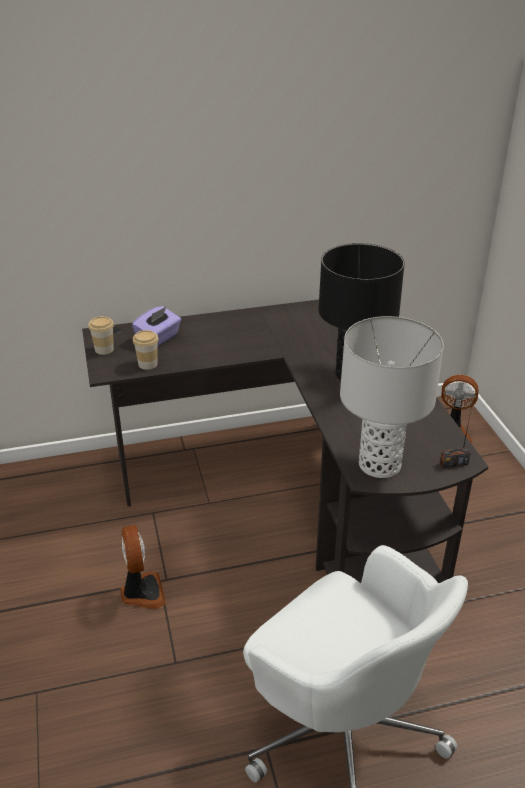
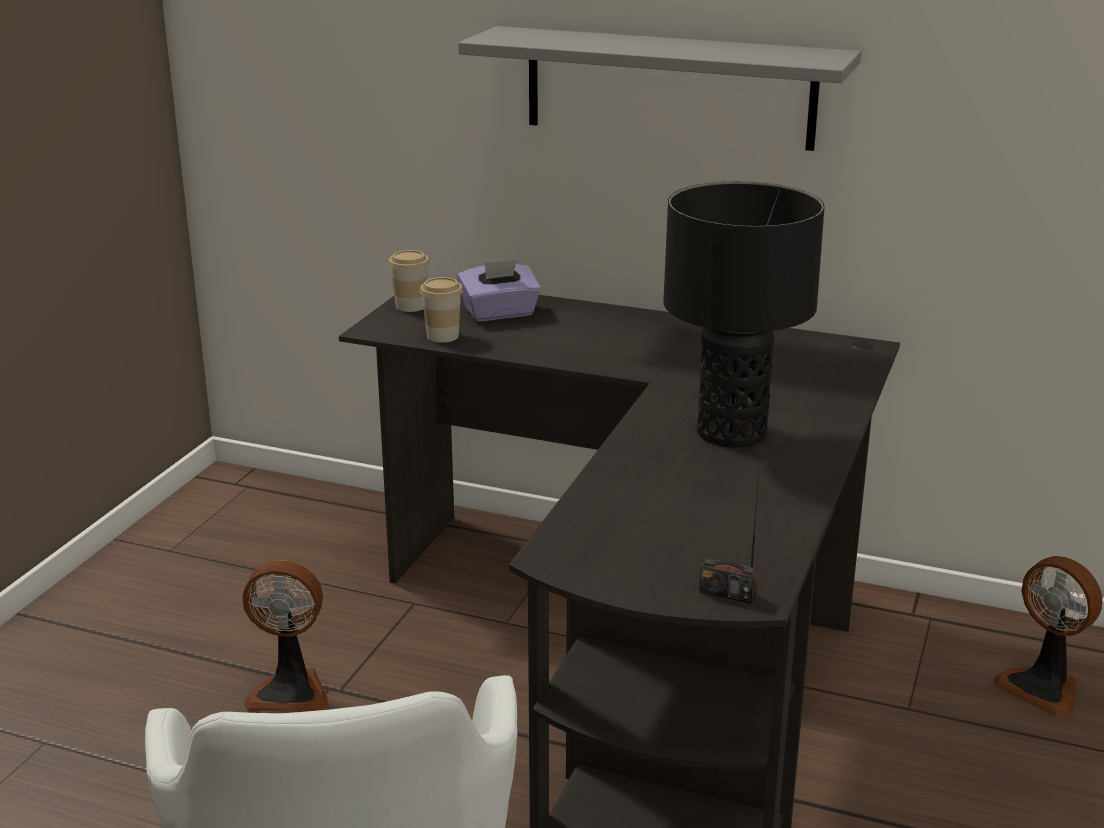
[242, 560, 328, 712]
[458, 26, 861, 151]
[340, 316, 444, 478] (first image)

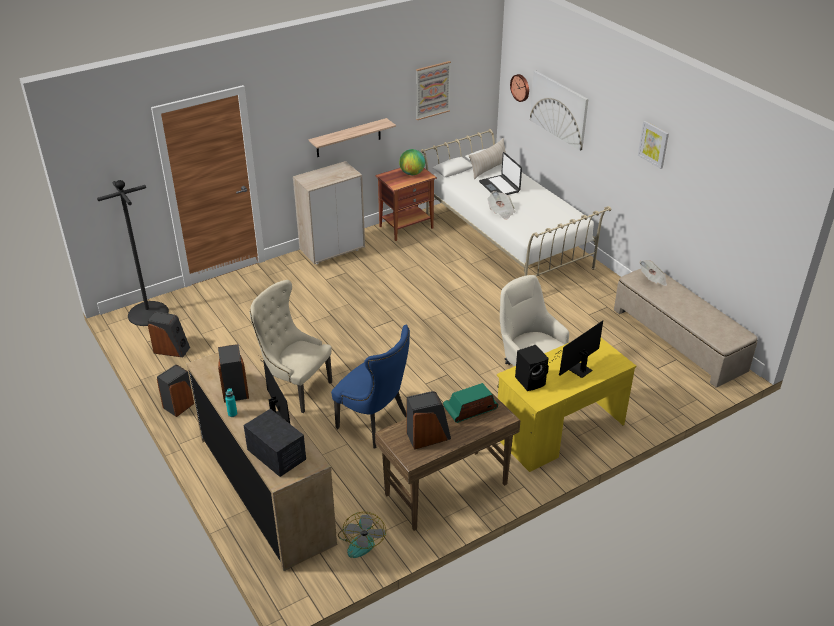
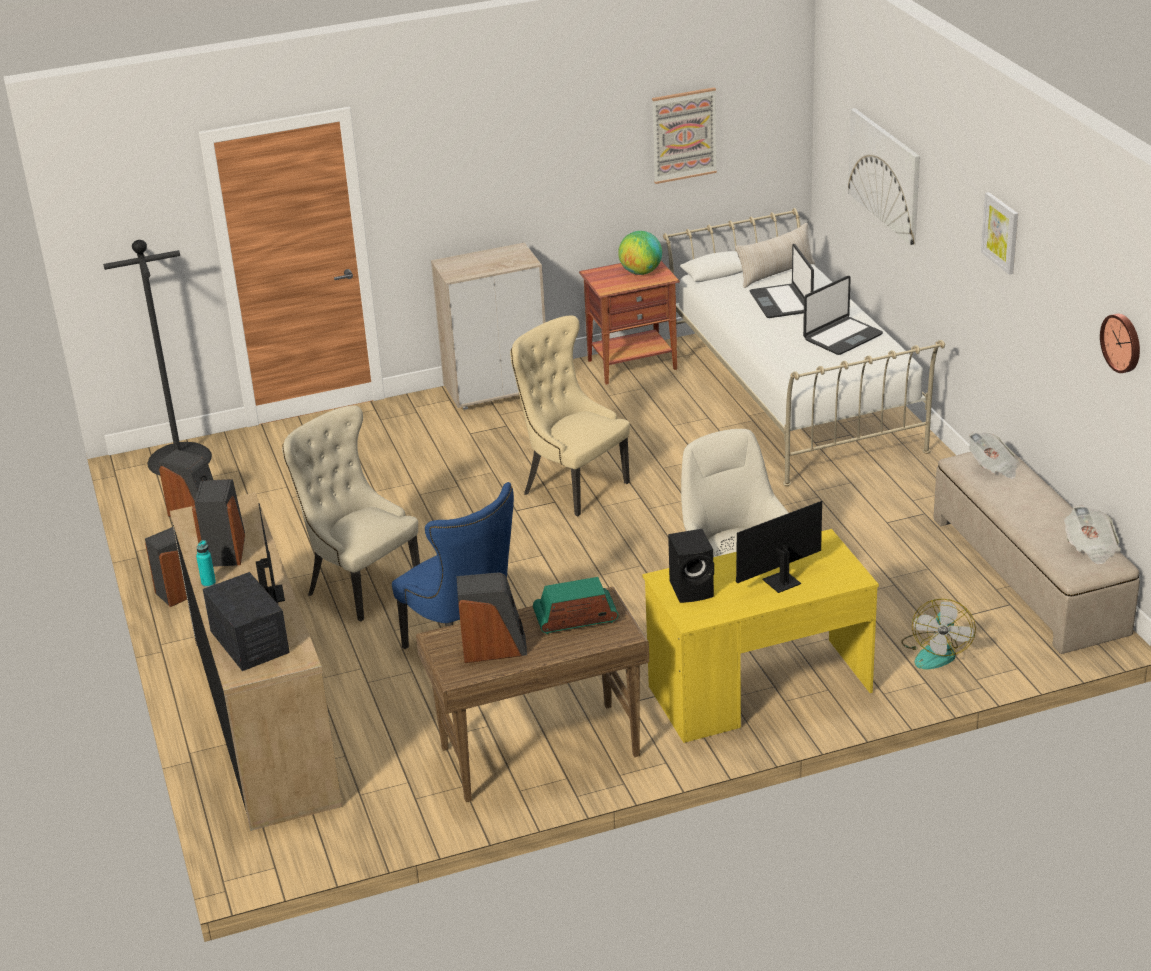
[510, 315, 630, 516]
[803, 276, 883, 355]
[901, 599, 976, 669]
[1064, 505, 1121, 565]
[1100, 314, 1140, 373]
[309, 118, 396, 157] (first image)

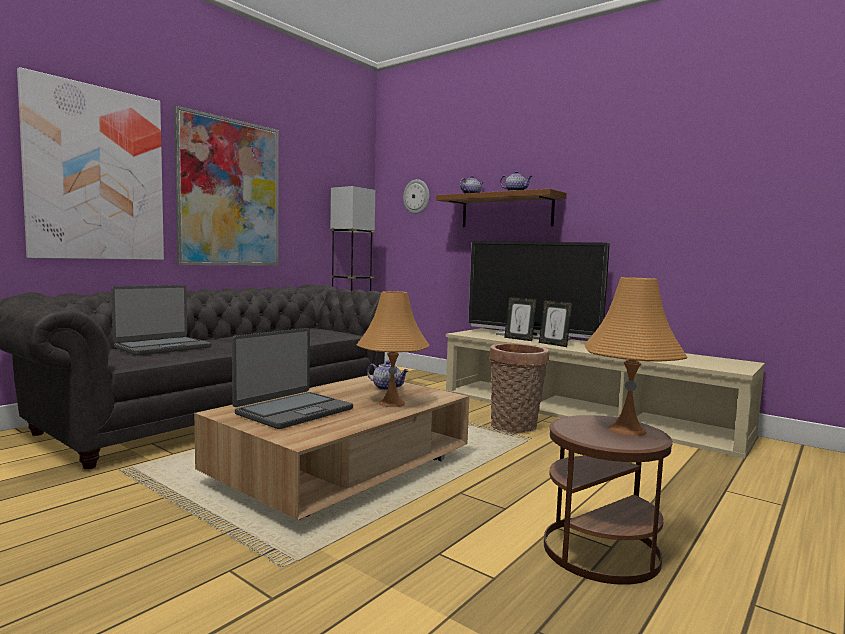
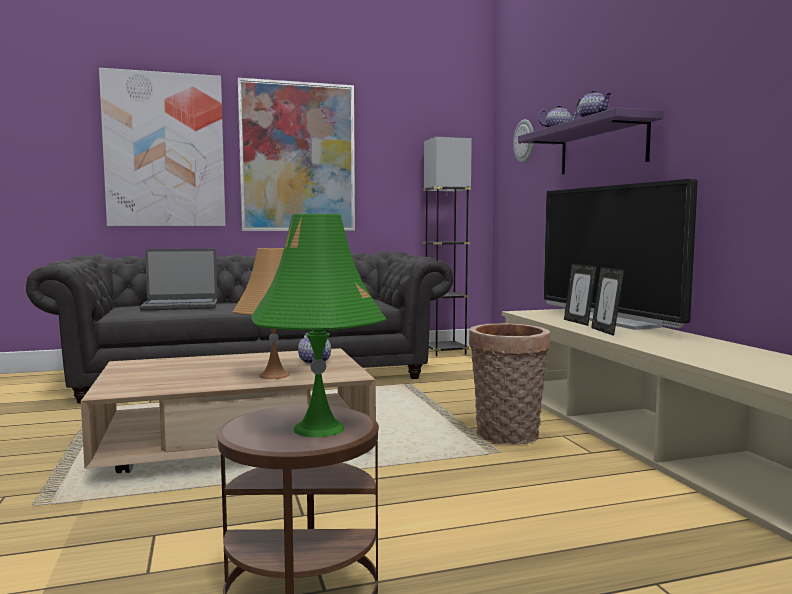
[251, 214, 386, 437]
[518, 107, 663, 174]
[232, 328, 353, 429] (first image)

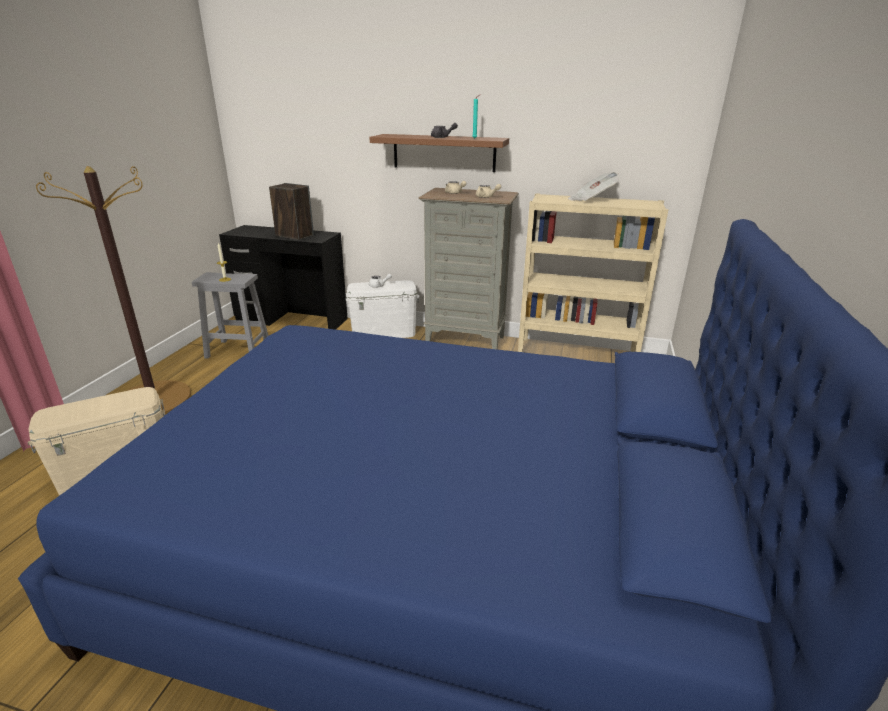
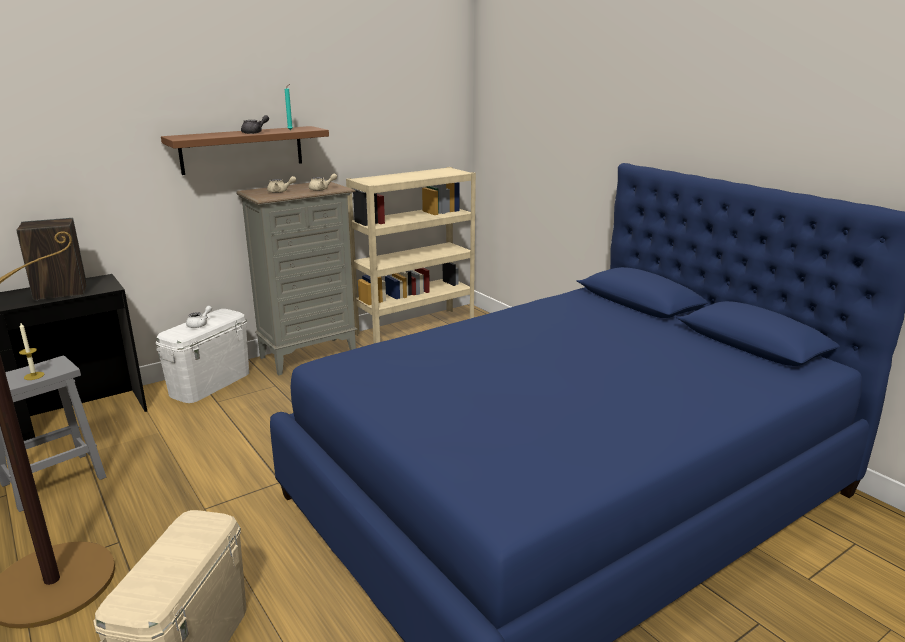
[568, 172, 619, 201] (first image)

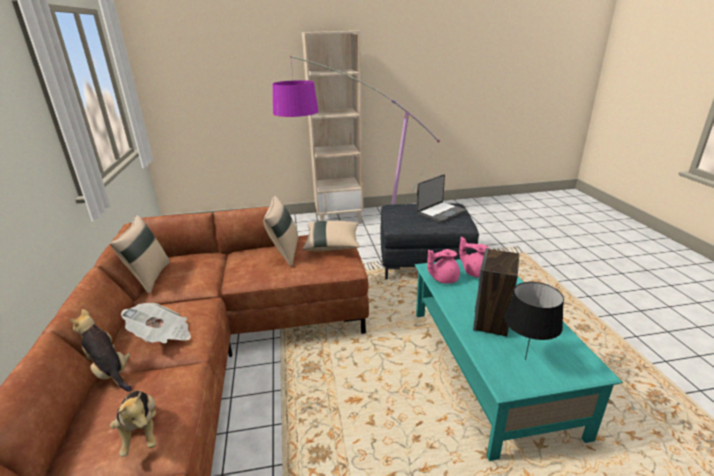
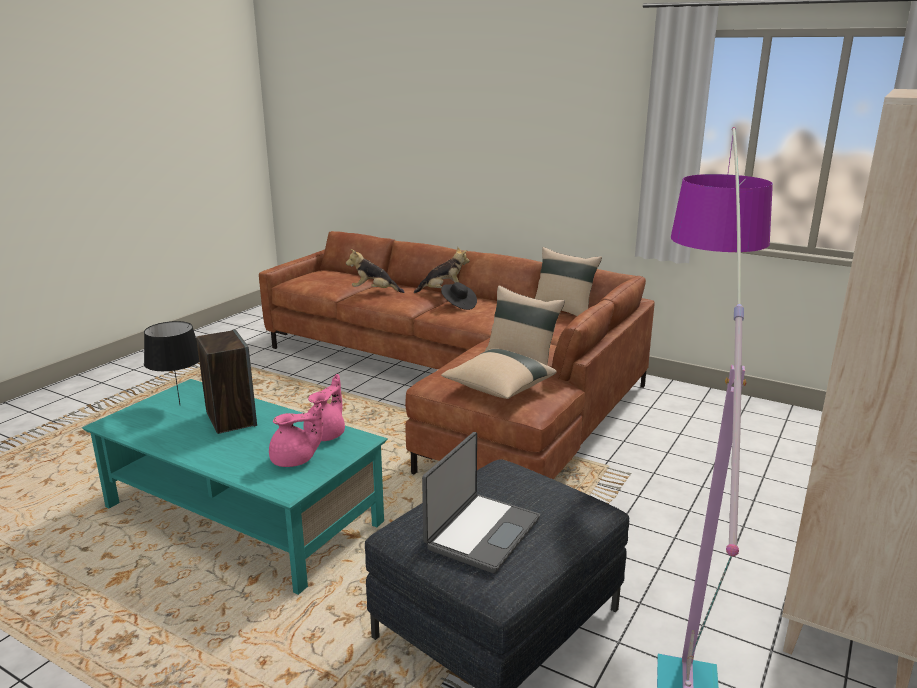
[422, 432, 540, 573]
[441, 282, 477, 310]

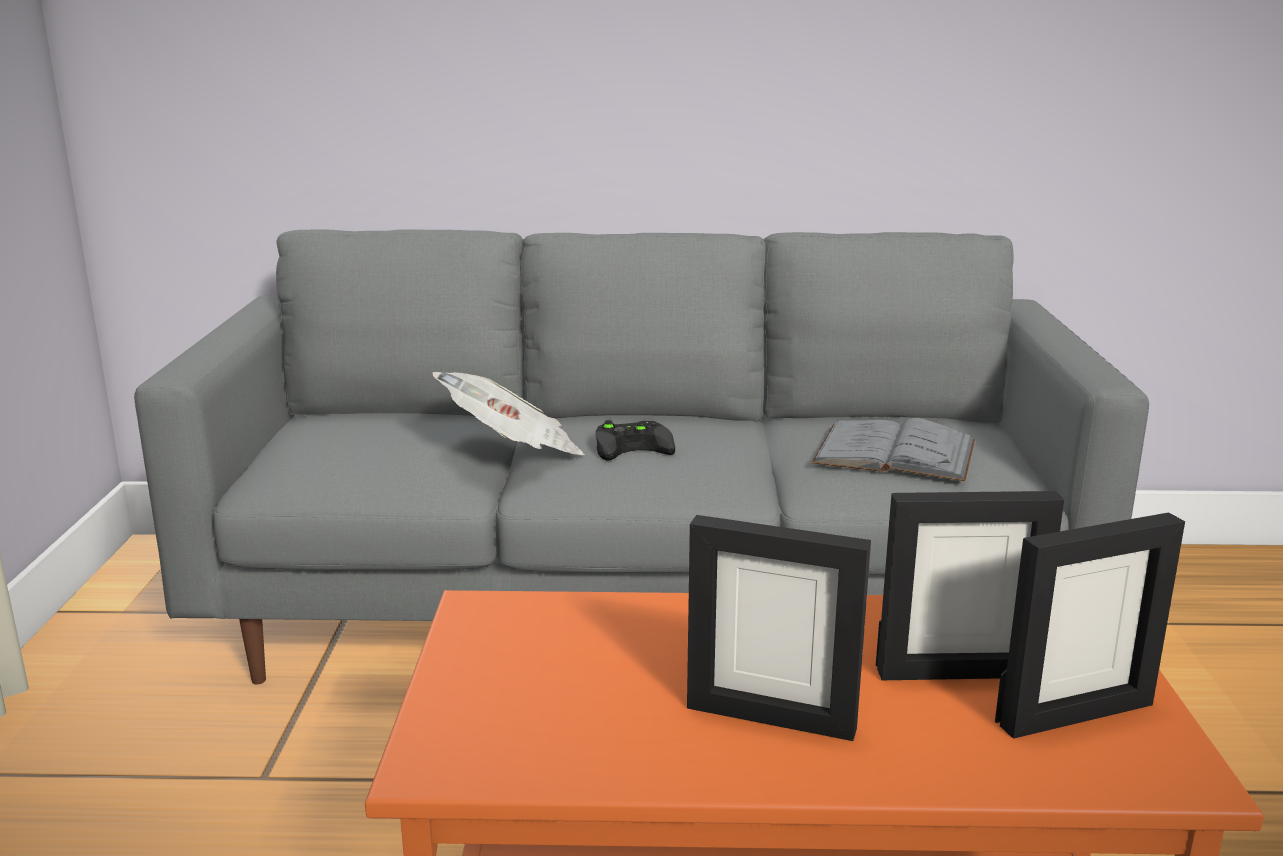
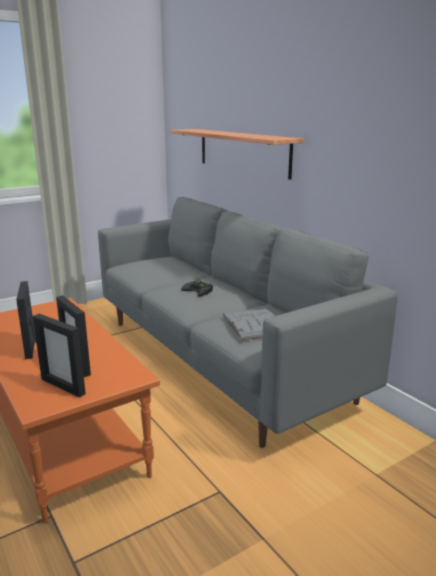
[170, 129, 304, 180]
[432, 372, 585, 455] (first image)

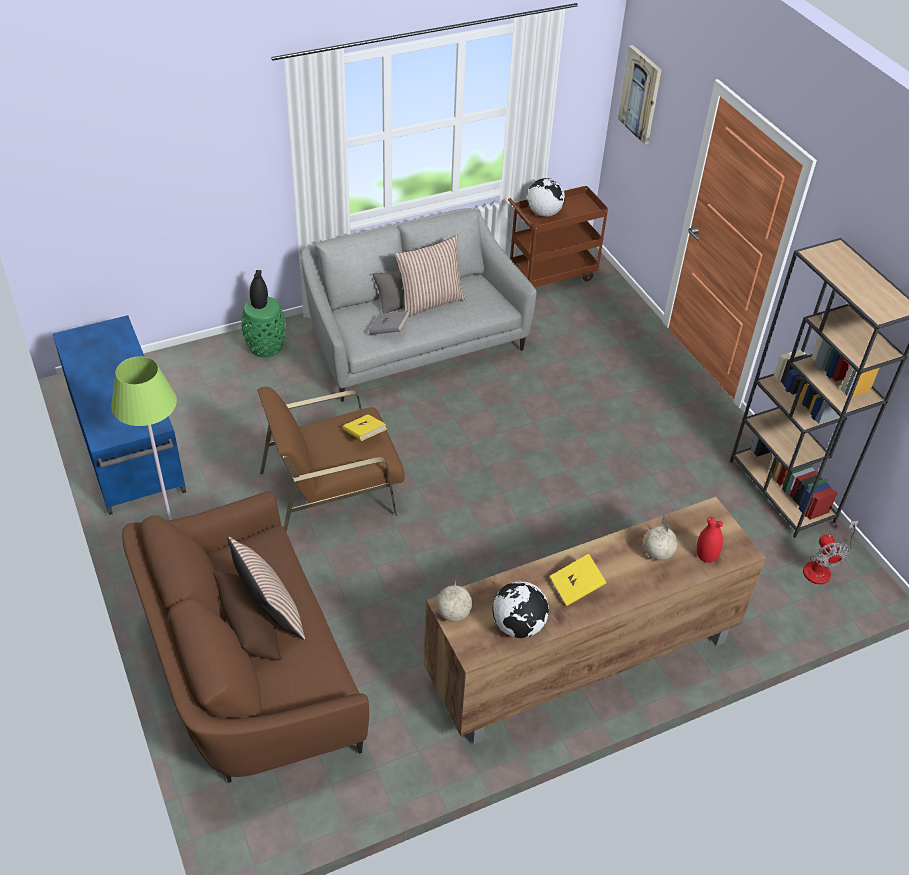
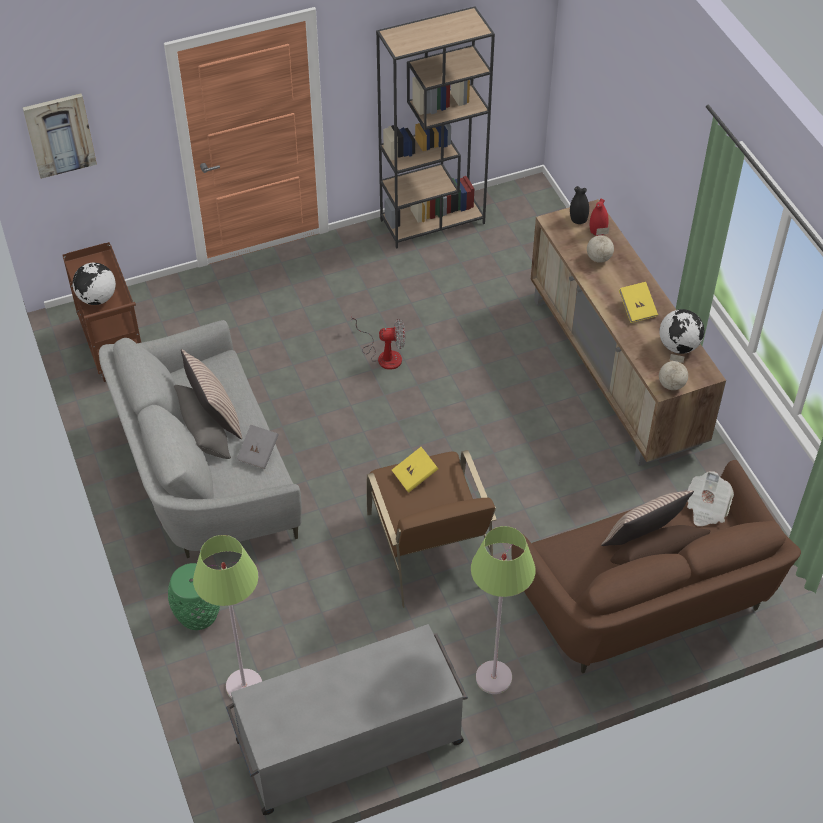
[193, 535, 262, 699]
[226, 624, 468, 815]
[351, 317, 405, 370]
[570, 186, 589, 224]
[687, 471, 734, 526]

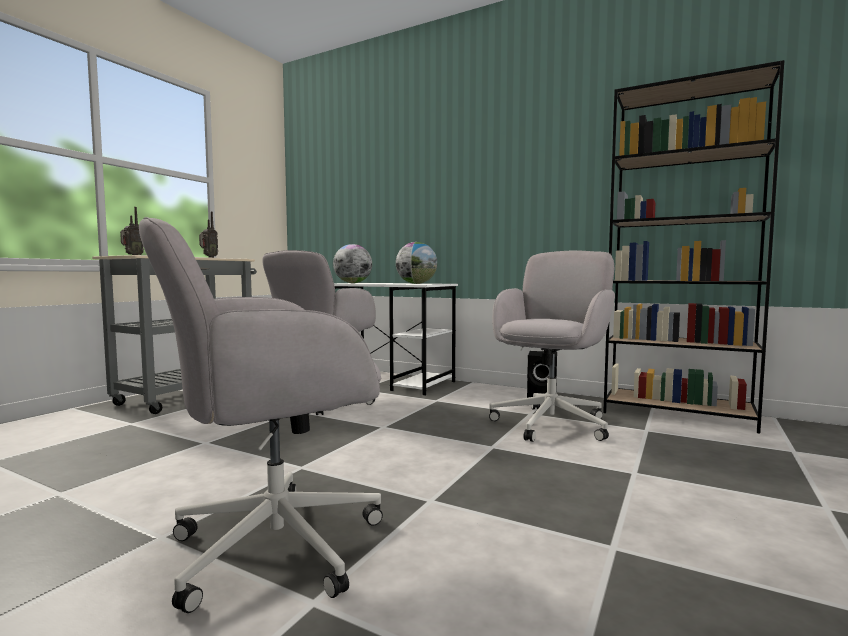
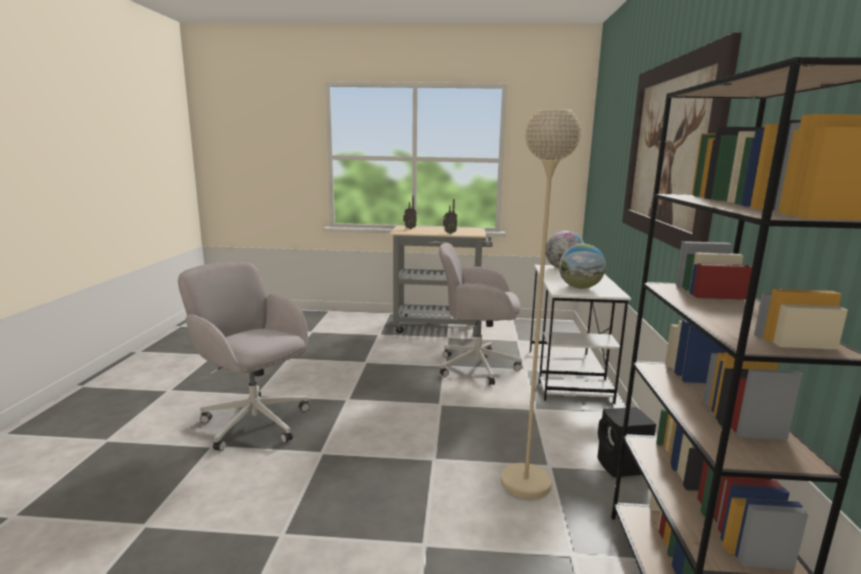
[501, 109, 581, 499]
[622, 33, 742, 250]

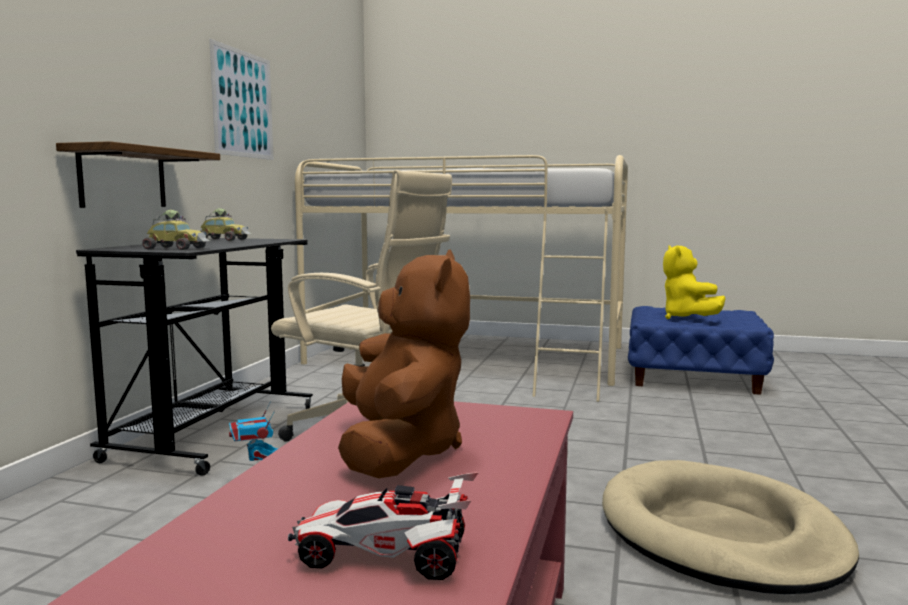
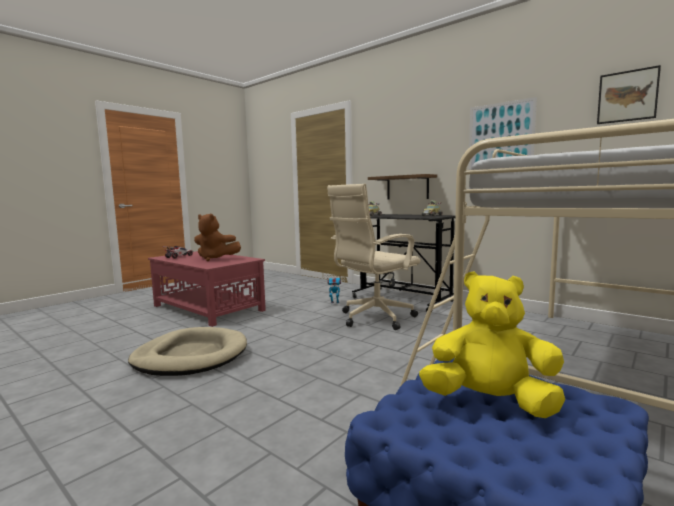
[597, 65, 661, 124]

